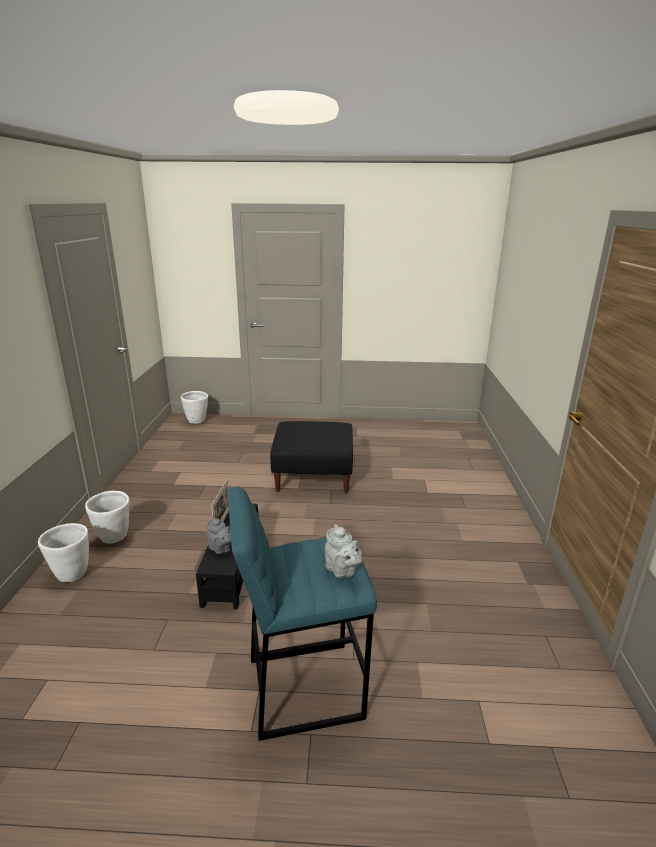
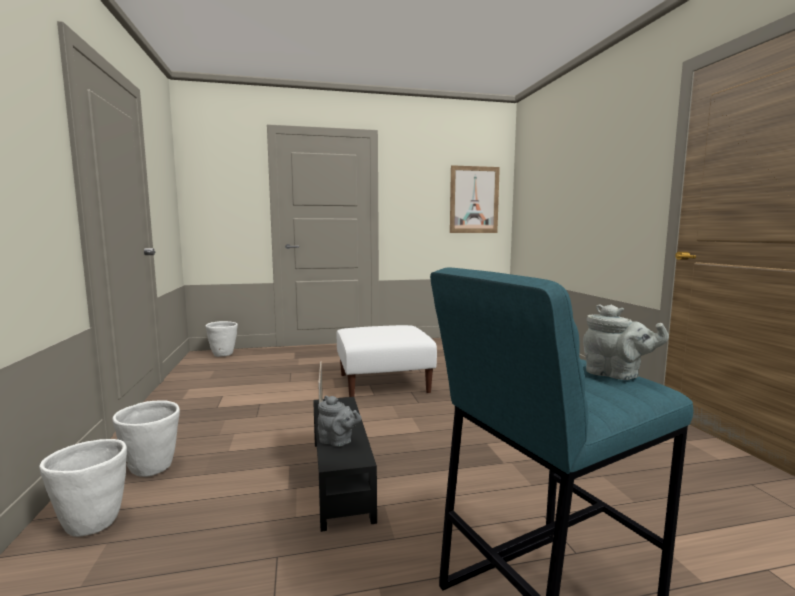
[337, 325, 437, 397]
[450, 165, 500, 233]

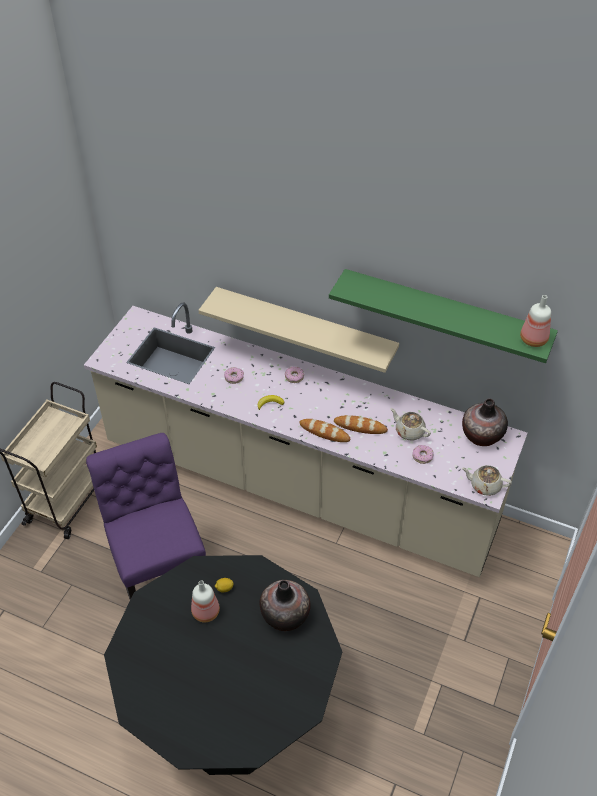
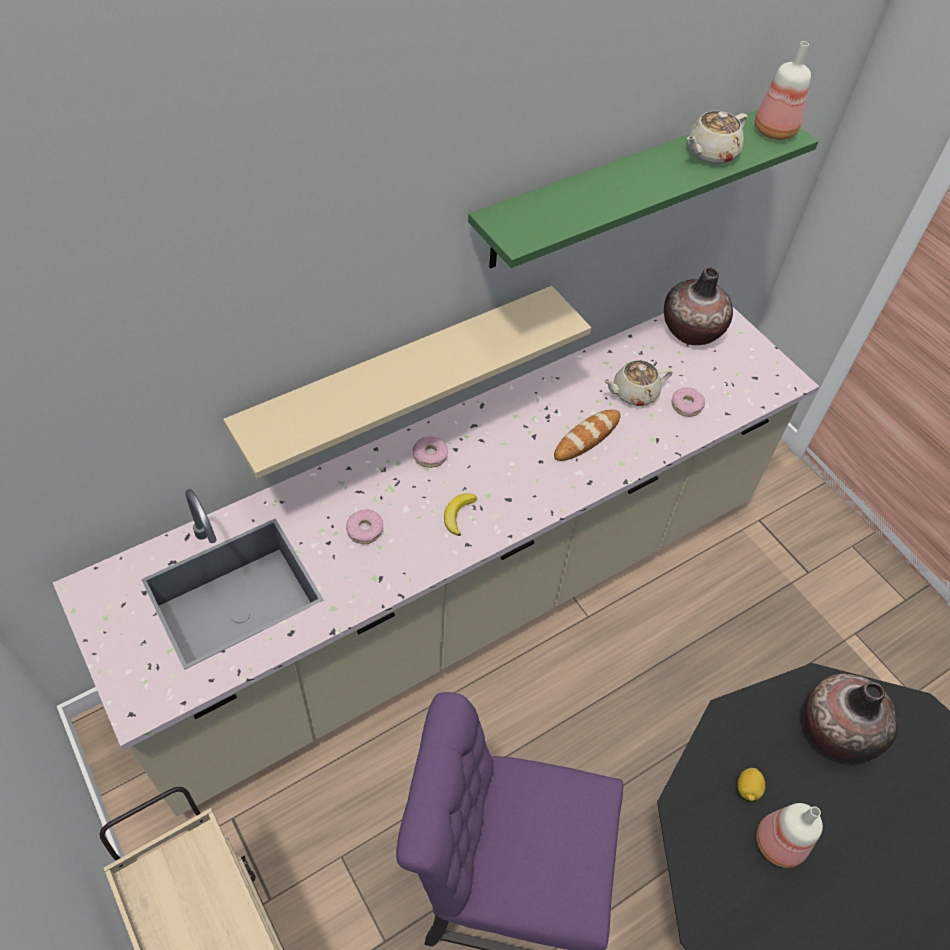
[687, 111, 748, 164]
[299, 419, 350, 442] (first image)

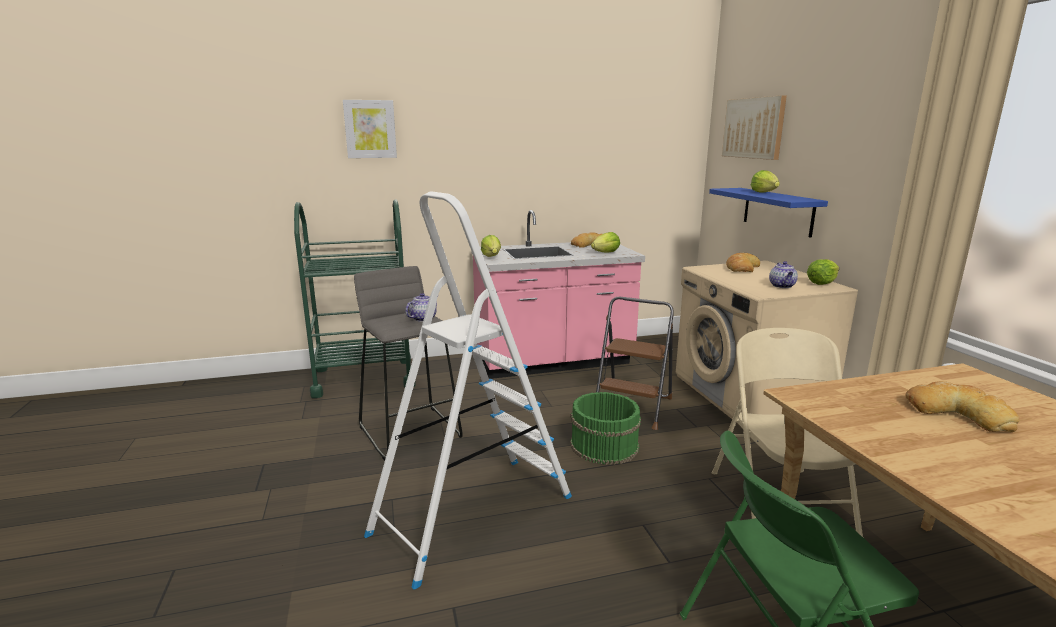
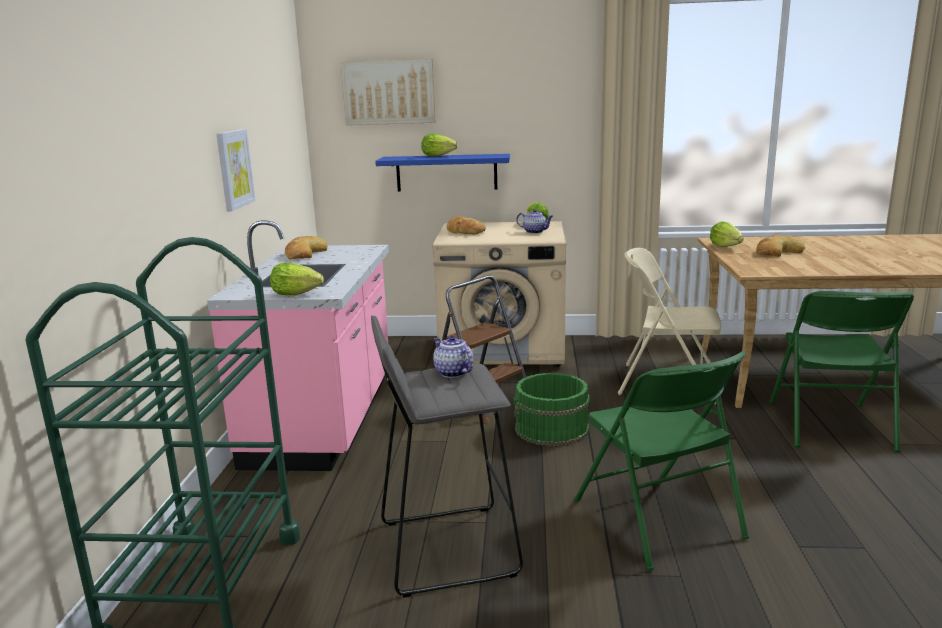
[216, 129, 256, 211]
[574, 351, 749, 572]
[710, 222, 743, 247]

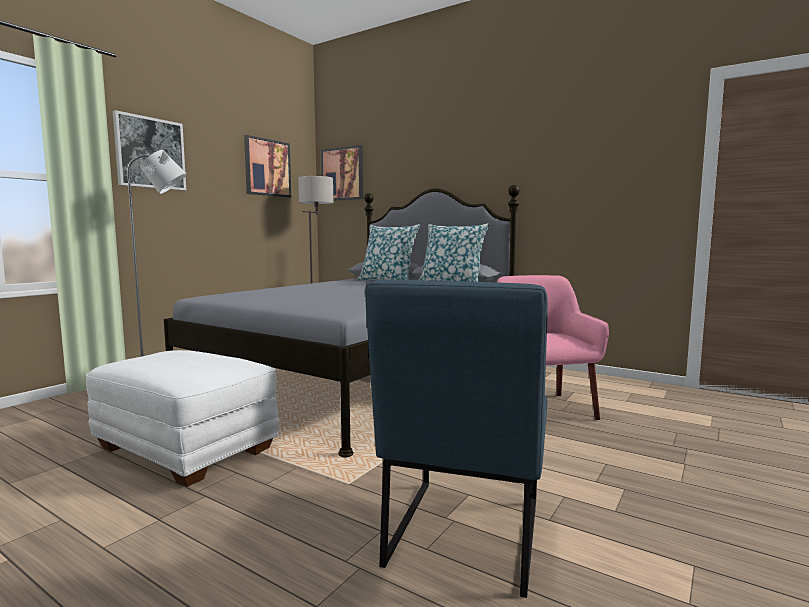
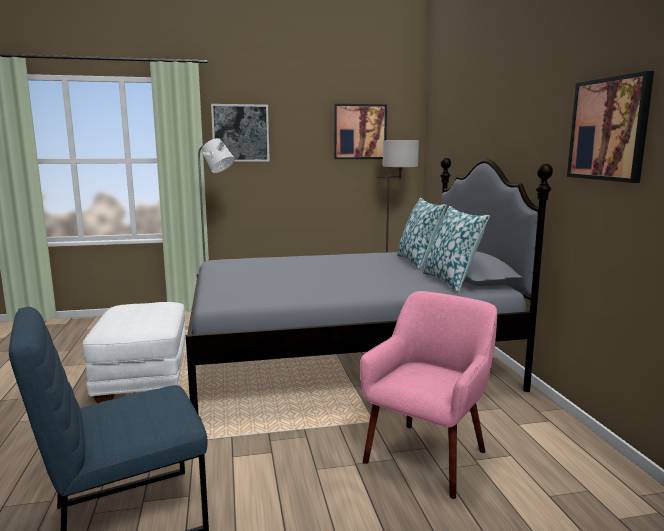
[567, 71, 654, 183]

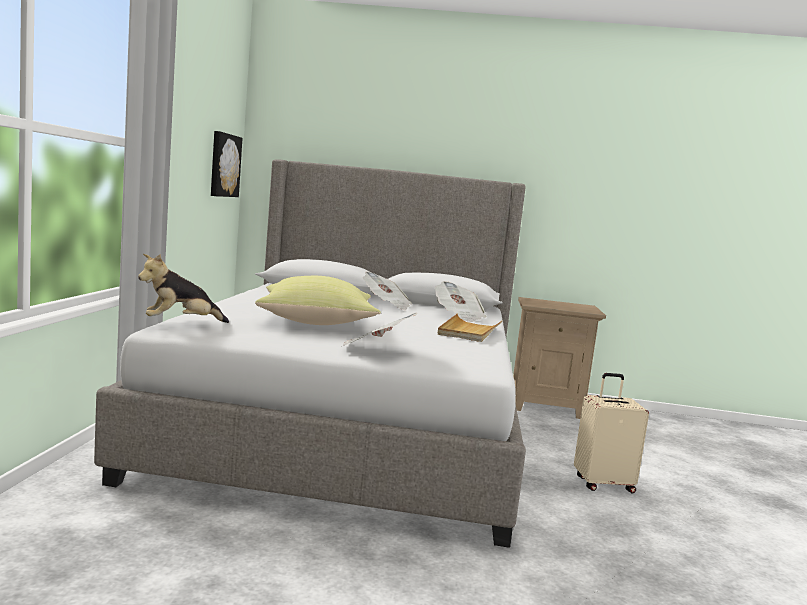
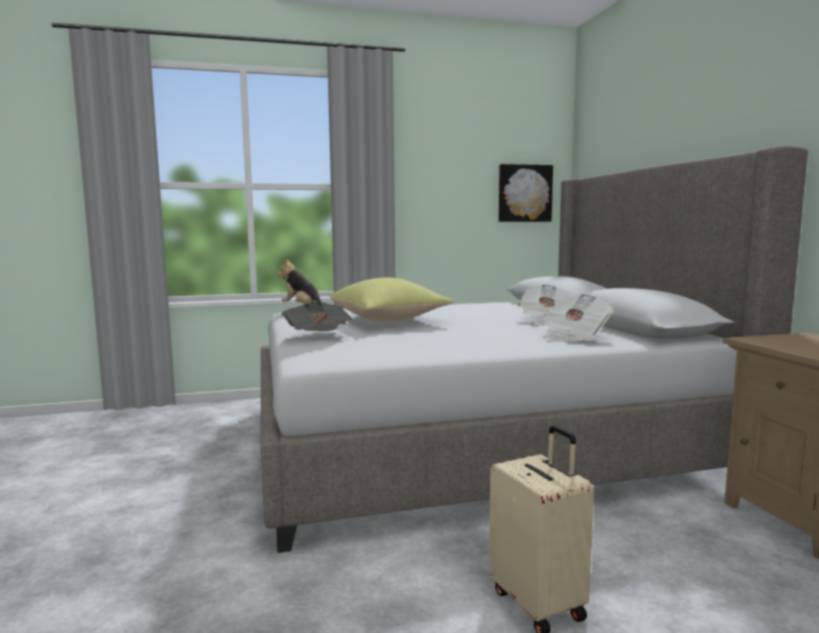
[438, 314, 502, 342] (first image)

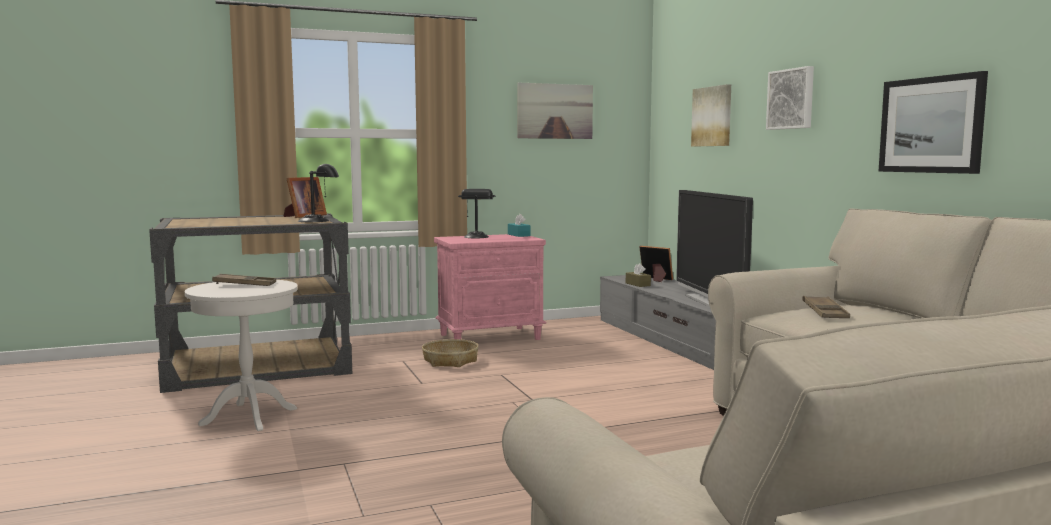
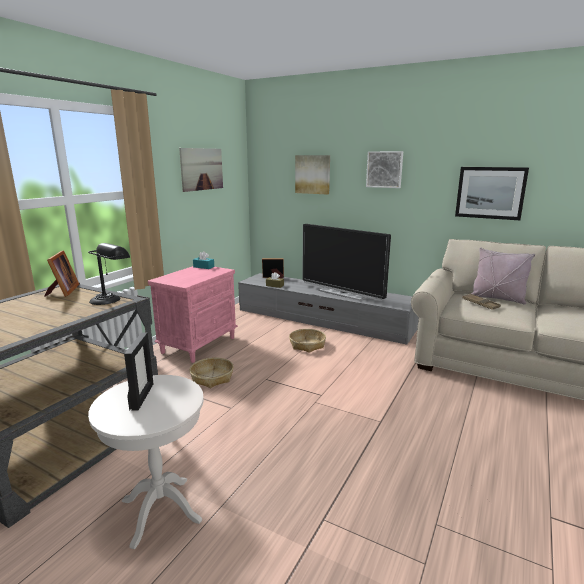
[124, 332, 154, 411]
[289, 329, 326, 353]
[471, 247, 535, 305]
[458, 189, 496, 238] (first image)

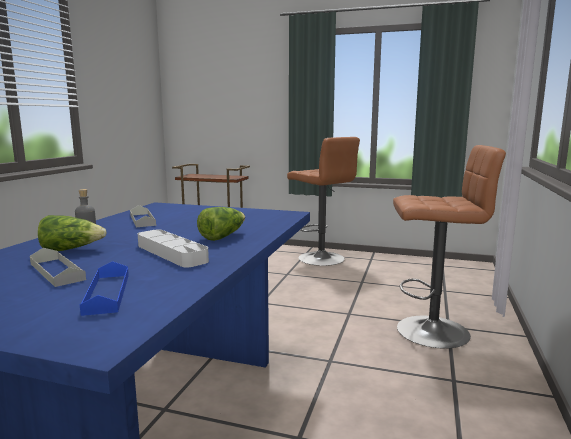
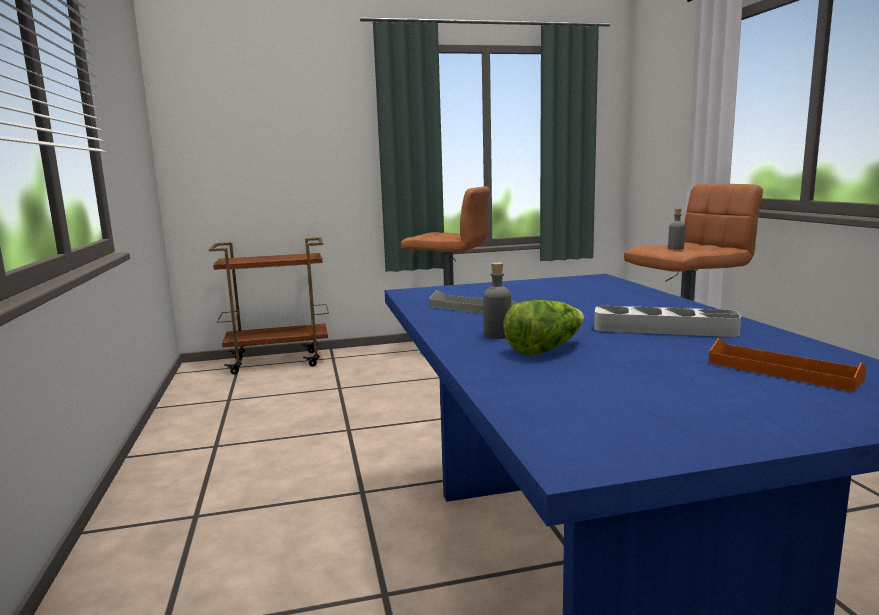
[668, 208, 685, 250]
[709, 338, 866, 392]
[30, 248, 86, 287] (first image)
[197, 207, 245, 241] (first image)

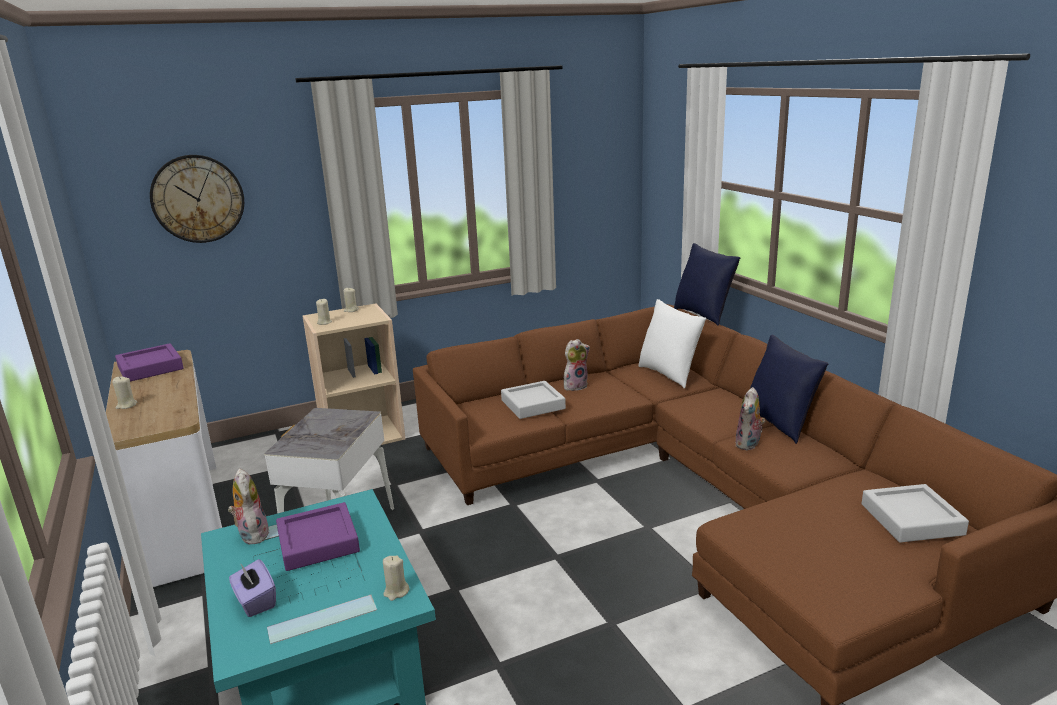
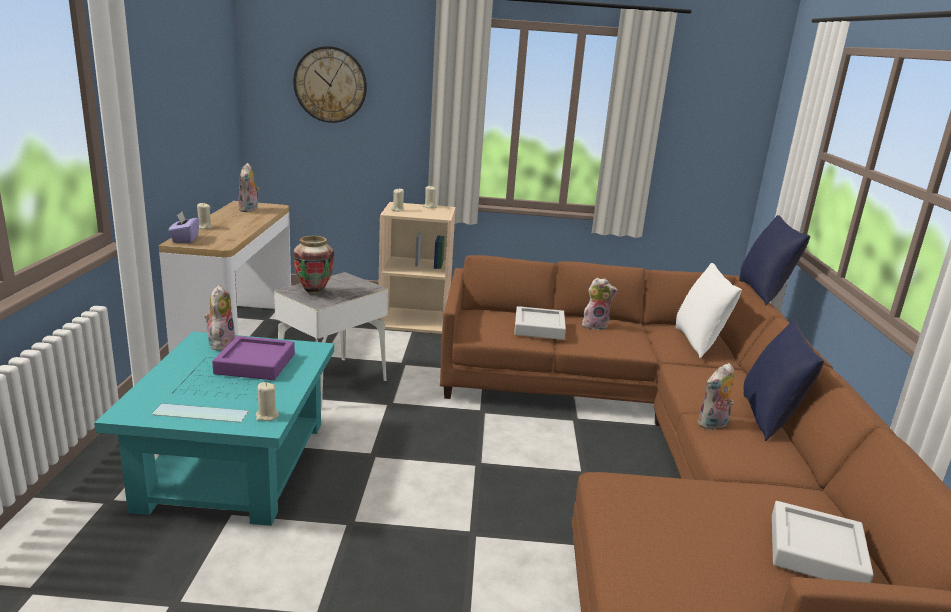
[169, 212, 199, 243]
[238, 163, 259, 212]
[293, 236, 334, 295]

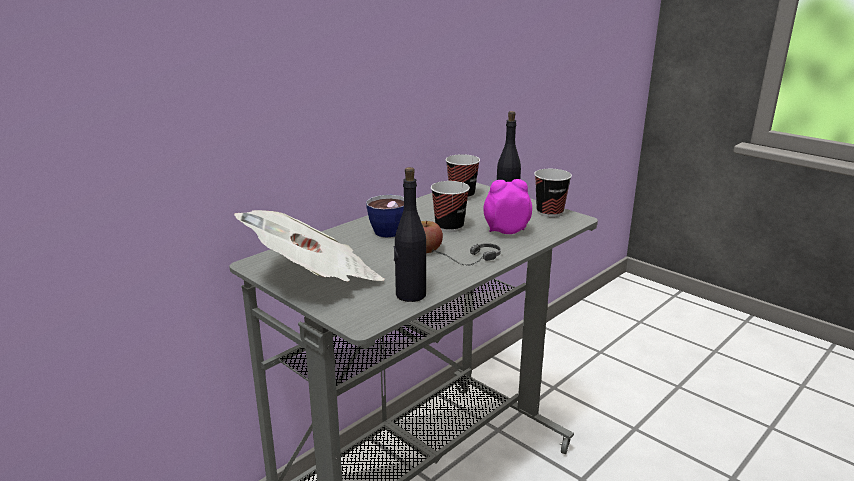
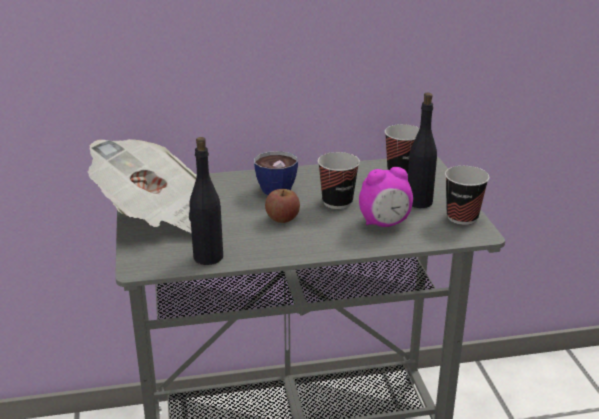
[359, 167, 413, 227]
[432, 243, 501, 266] (first image)

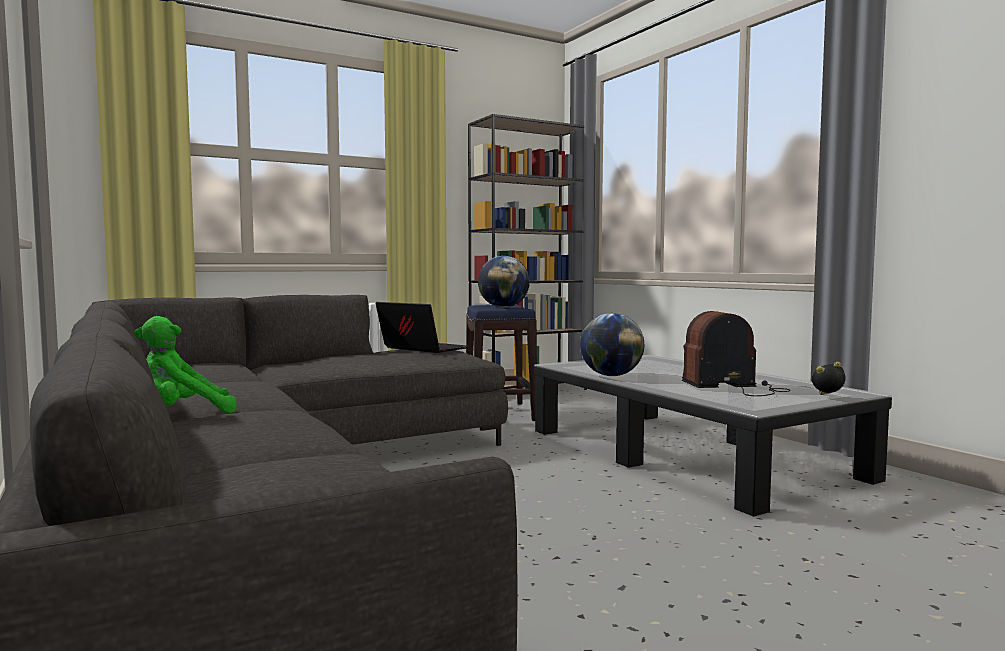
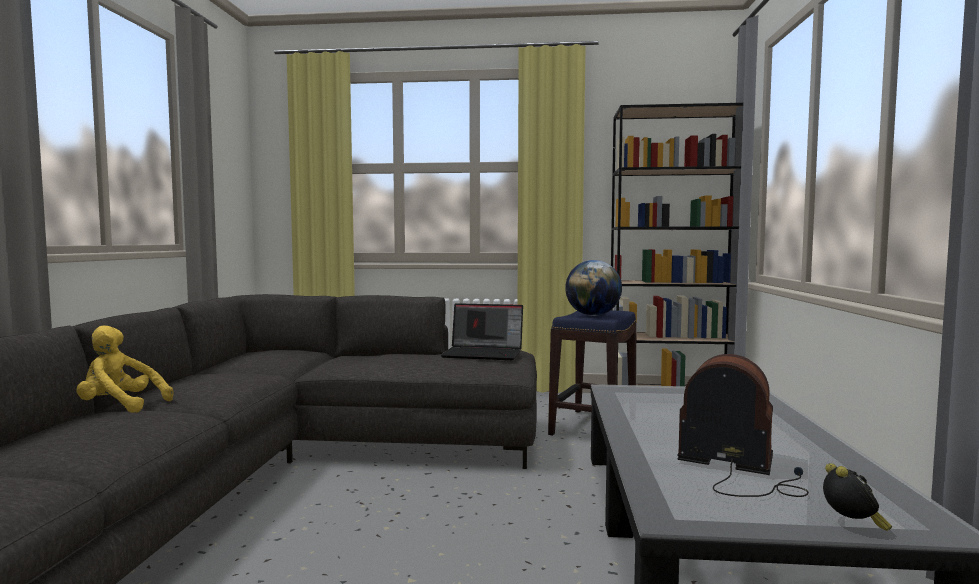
[76, 325, 173, 413]
[441, 303, 523, 360]
[823, 463, 892, 531]
[580, 313, 644, 376] (first image)

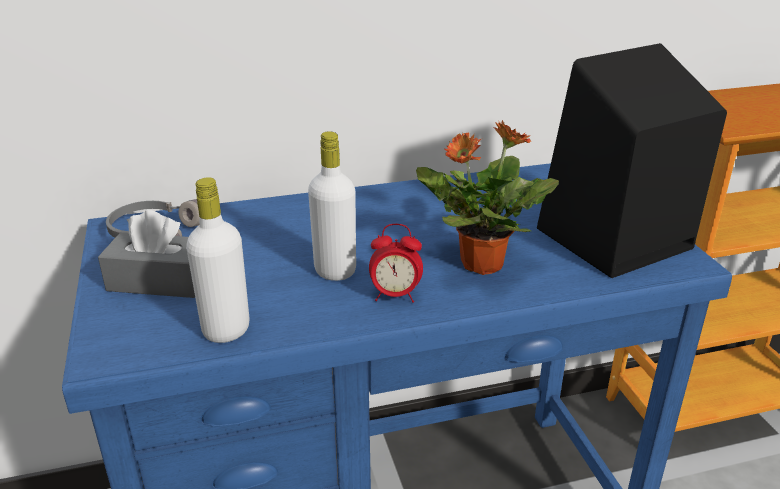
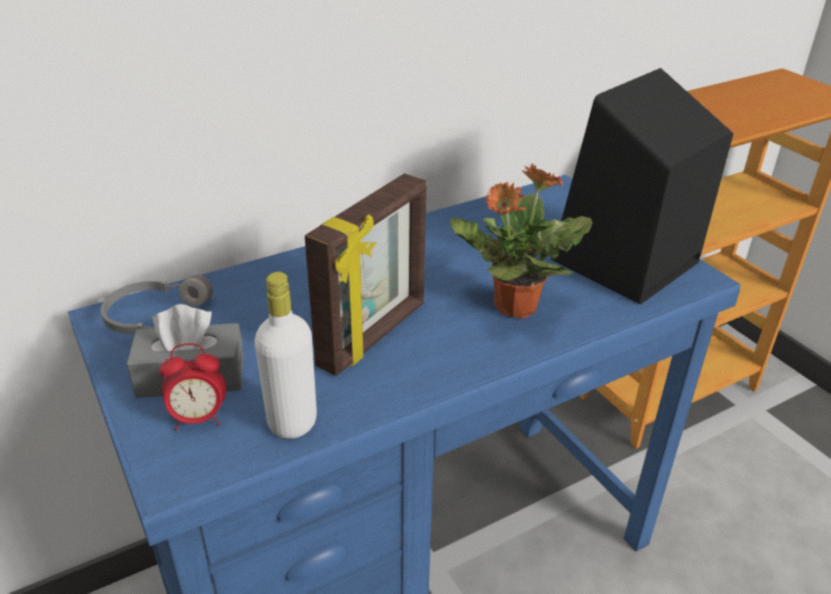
[159, 343, 226, 430]
[305, 173, 427, 376]

